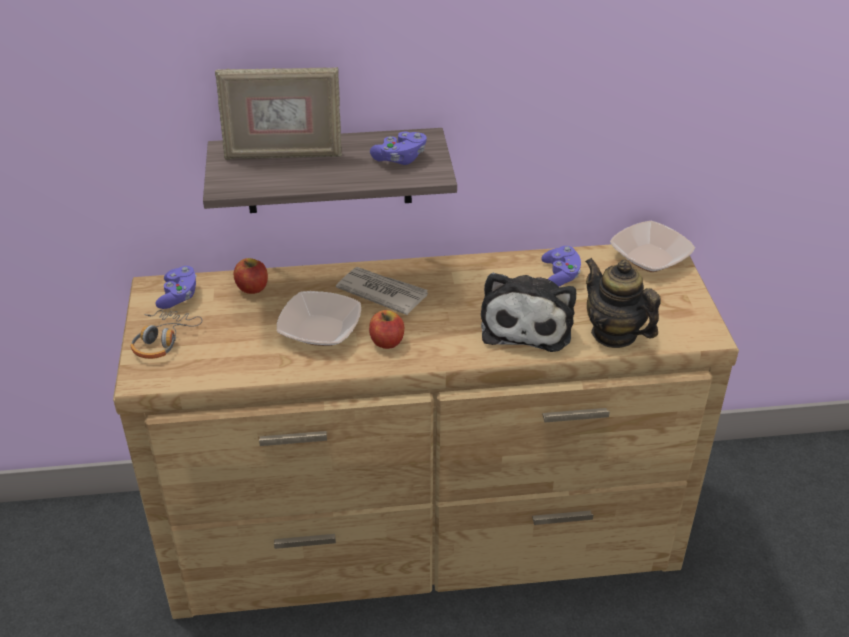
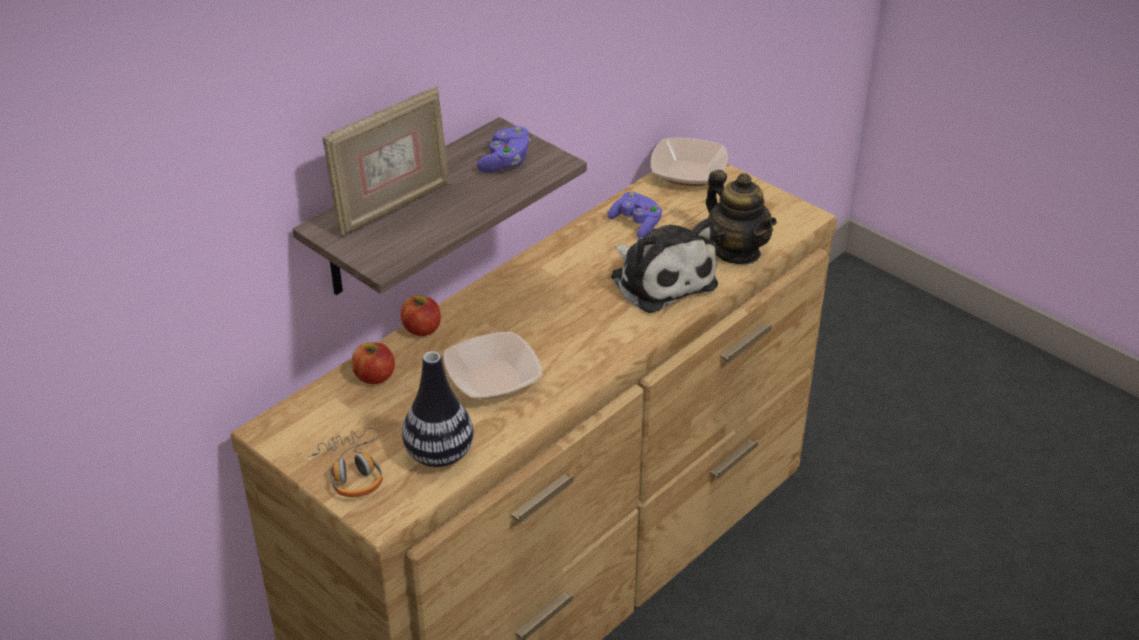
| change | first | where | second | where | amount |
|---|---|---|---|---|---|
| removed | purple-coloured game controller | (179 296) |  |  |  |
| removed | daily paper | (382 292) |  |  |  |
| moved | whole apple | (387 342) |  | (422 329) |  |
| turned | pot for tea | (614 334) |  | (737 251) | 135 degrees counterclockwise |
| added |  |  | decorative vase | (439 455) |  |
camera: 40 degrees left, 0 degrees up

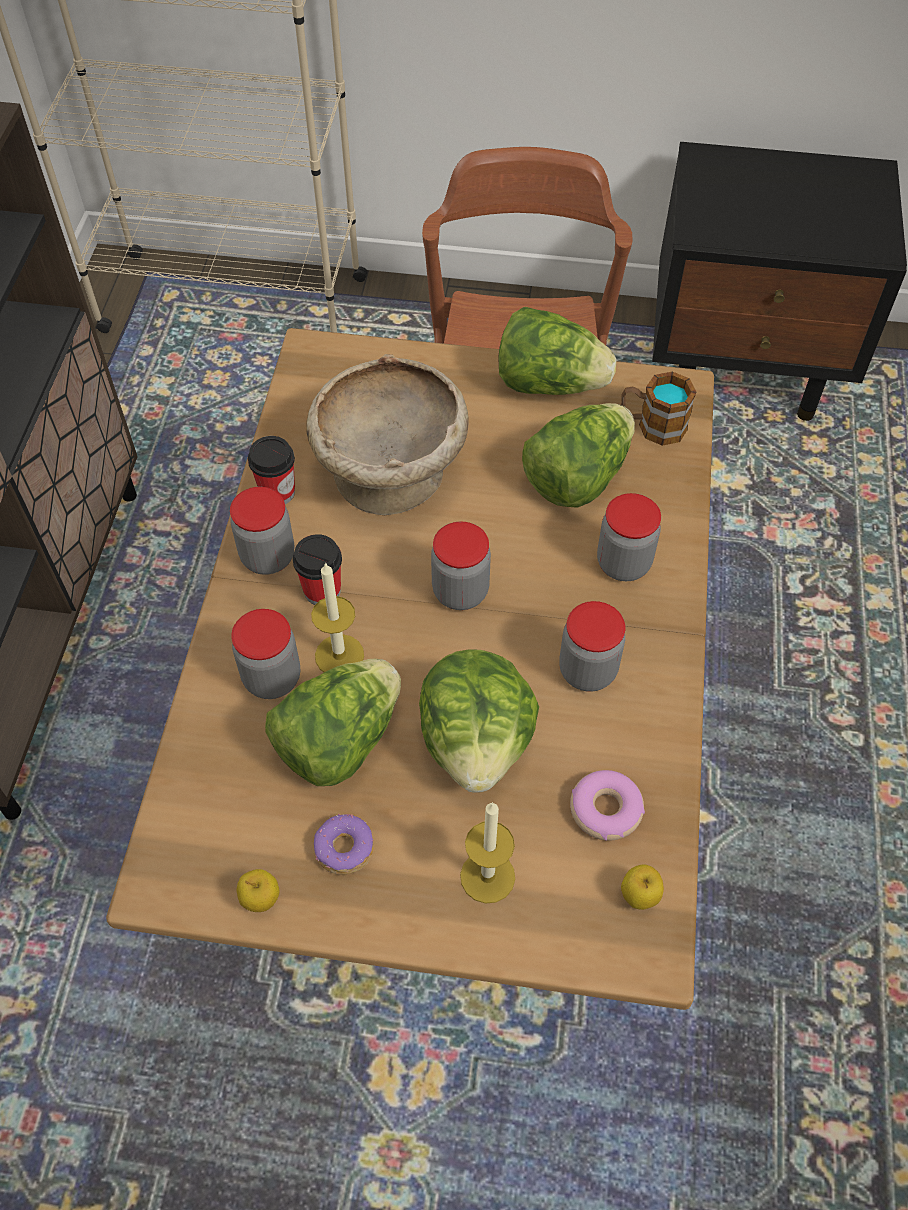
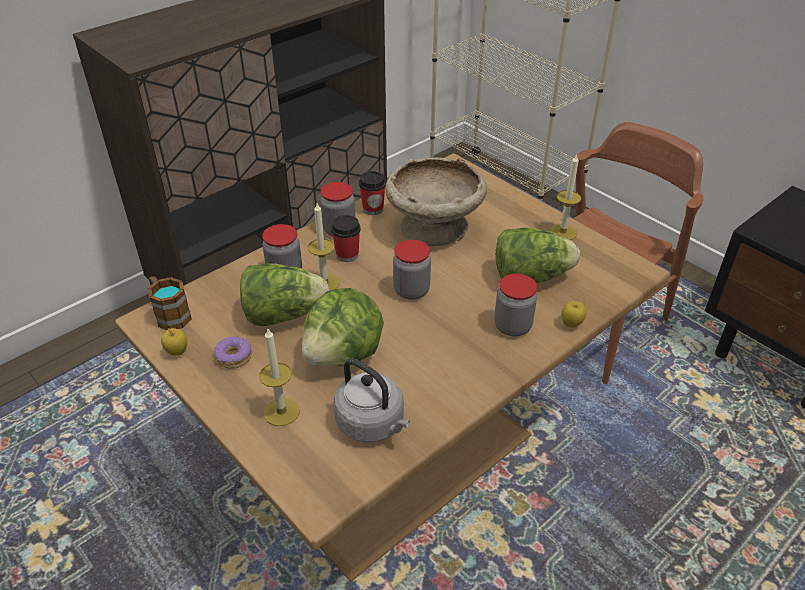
| change | first | where | second | where | amount |
|---|---|---|---|---|---|
| replaced | lettuce head | (550 383) | wax candle | (562 232) |  |
| removed | jar | (587 670) |  |  |  |
| replaced | ring doughnut | (605 810) | gray tea kettle | (373 424) |  |
| moved | coffee mug | (652 426) |  | (170 314) |  |
| moved | whole apple | (639 896) |  | (571 324) |  |
camera: 40 degrees right, 15 degrees down

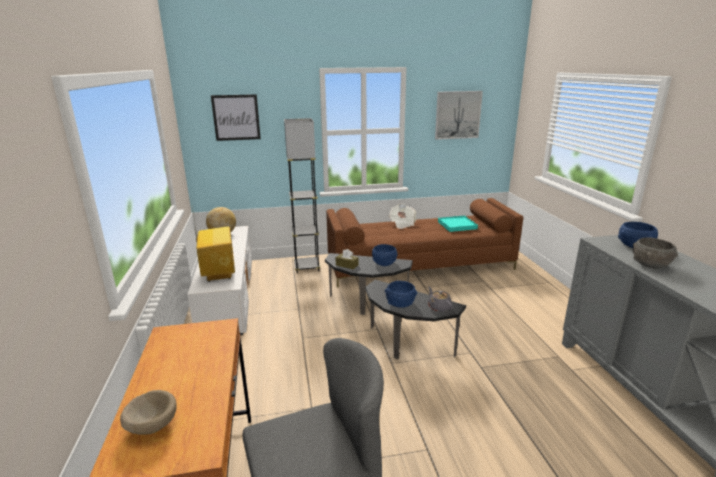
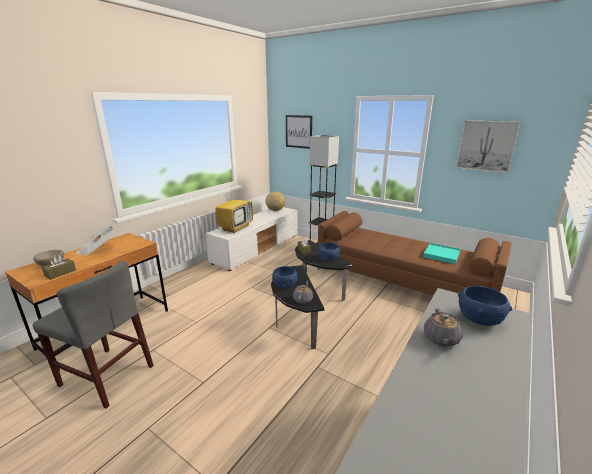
| change | first | where | second | where | amount |
|---|---|---|---|---|---|
| moved | daily paper | (402 223) |  | (97 250) |  |
| replaced | gray serving bowl | (650 265) | gray pot for tea | (441 339) |  |
| added |  |  | brownish tissue holder | (60 273) |  |
camera: 45 degrees right, 0 degrees up

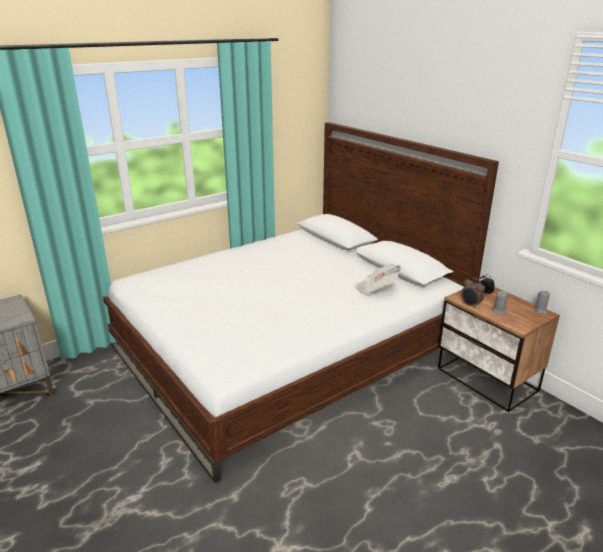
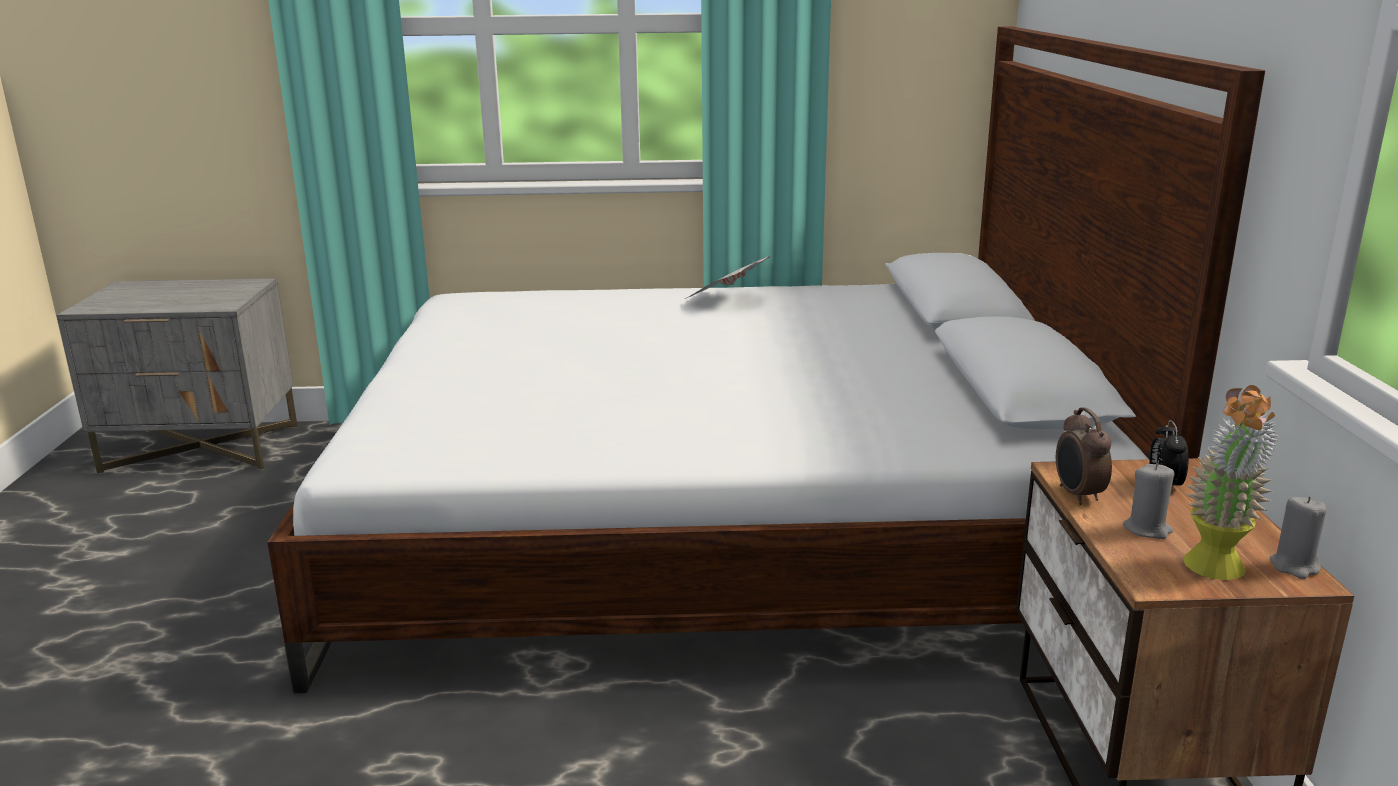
| change | first | where | second | where | amount |
|---|---|---|---|---|---|
| moved | daily paper | (376 289) |  | (726 301) |  |
| added |  |  | houseplant | (1215 573) |  |
camera: 35 degrees right, 5 degrees down

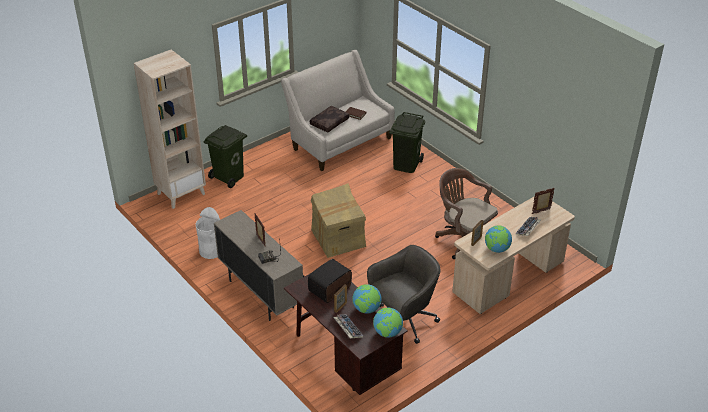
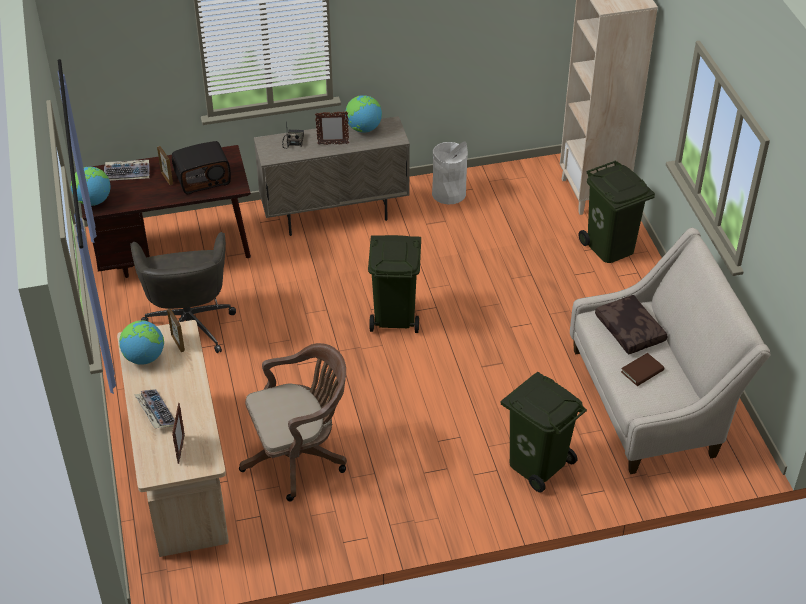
| change | first | where | second | where | amount |
|---|---|---|---|---|---|
| turned | radio receiver | (330 289) |  | (203 179) | 90 degrees clockwise |
| replaced | cardboard box | (338 238) | green rubbish bin | (396 317) |  |
| moved | desk globe | (366 309) |  | (363 129) |  |
camera: 115 degrees right, 5 degrees up

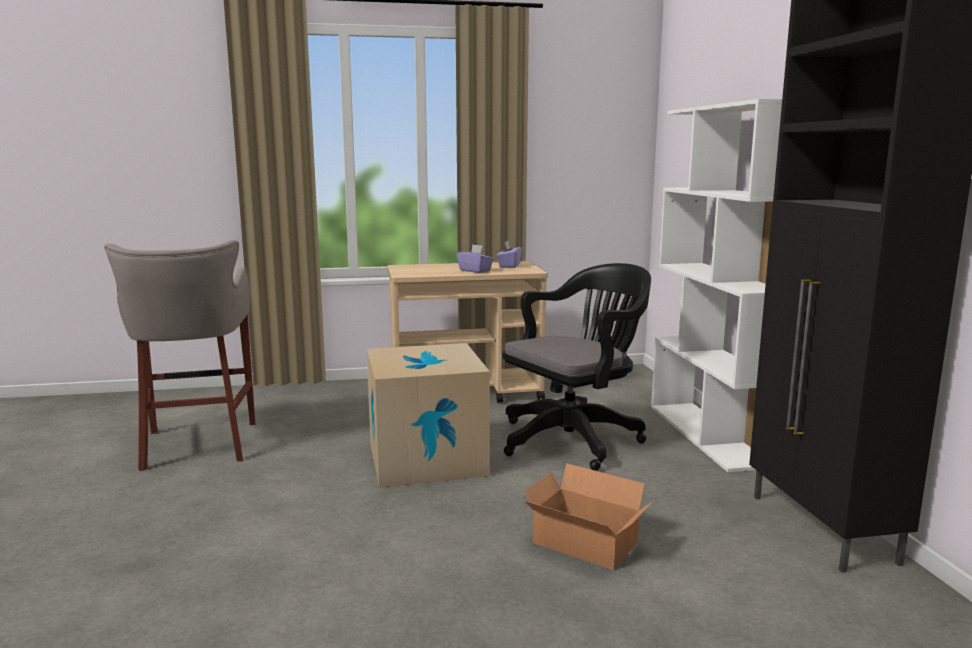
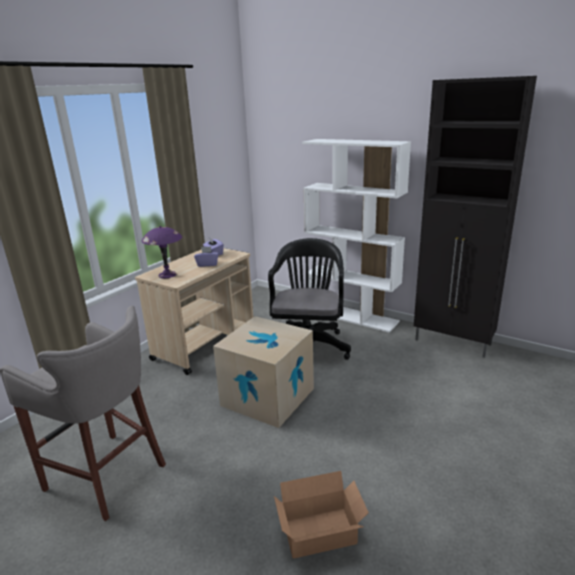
| change | first | where | second | where | amount |
|---|---|---|---|---|---|
| moved | cardboard box | (585 545) |  | (321 534) |  |
| added |  |  | purple-coloured lamp for a table | (167 274) |  |
camera: 45 degrees left, 10 degrees up

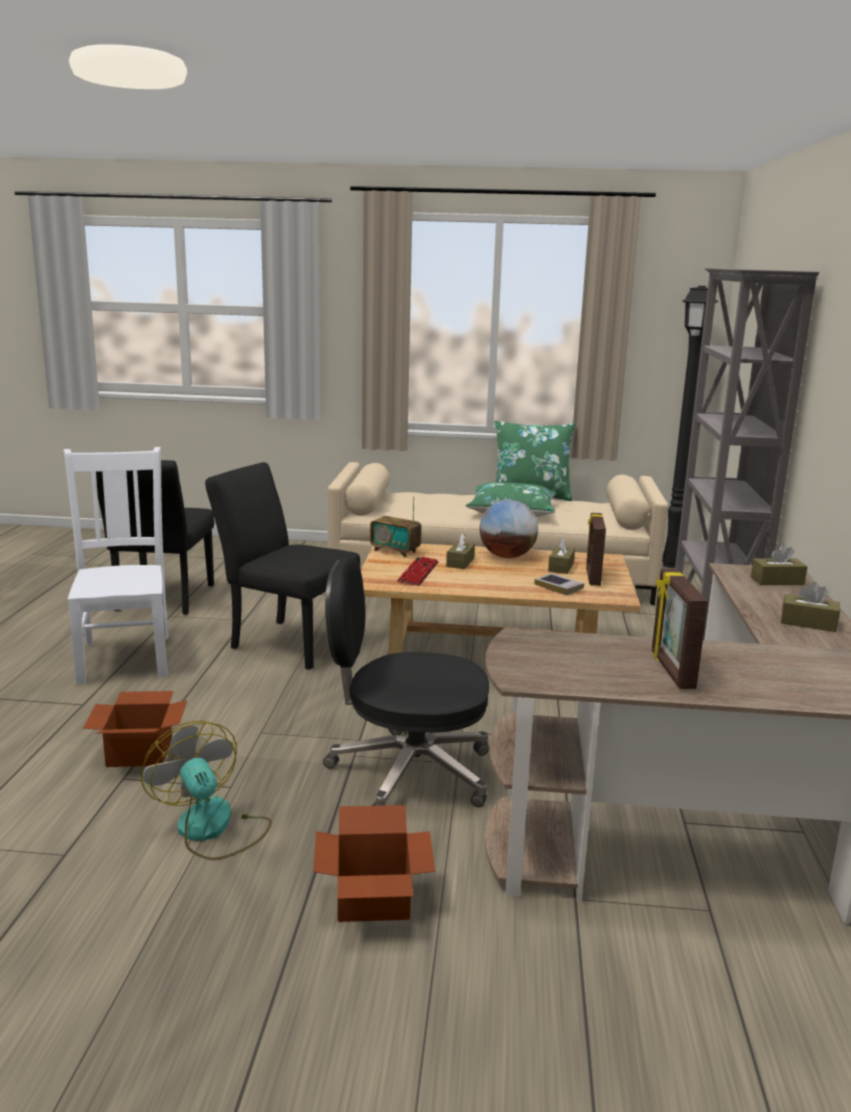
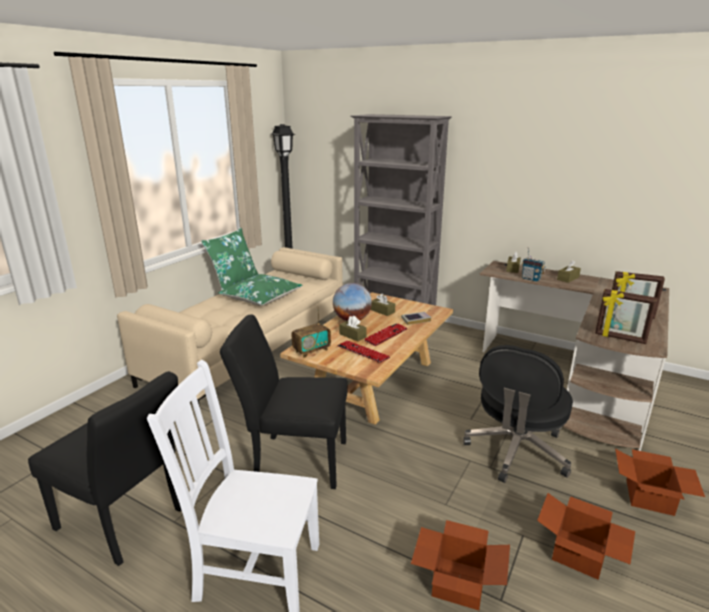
| change | first | where | second | where | amount |
|---|---|---|---|---|---|
| replaced | electric fan | (212 829) | cardboard box | (580 555) |  |
| turned | blackish upright chair | (286 642) |  | (293 460) | 45 degrees clockwise |
| moved | photo frame | (592 577) |  | (620 338) |  |
| added |  |  | PC keyboard | (386 335) |  |
| added |  |  | radio receiver | (531 279) |  |
camera: 65 degrees left, 5 degrees up

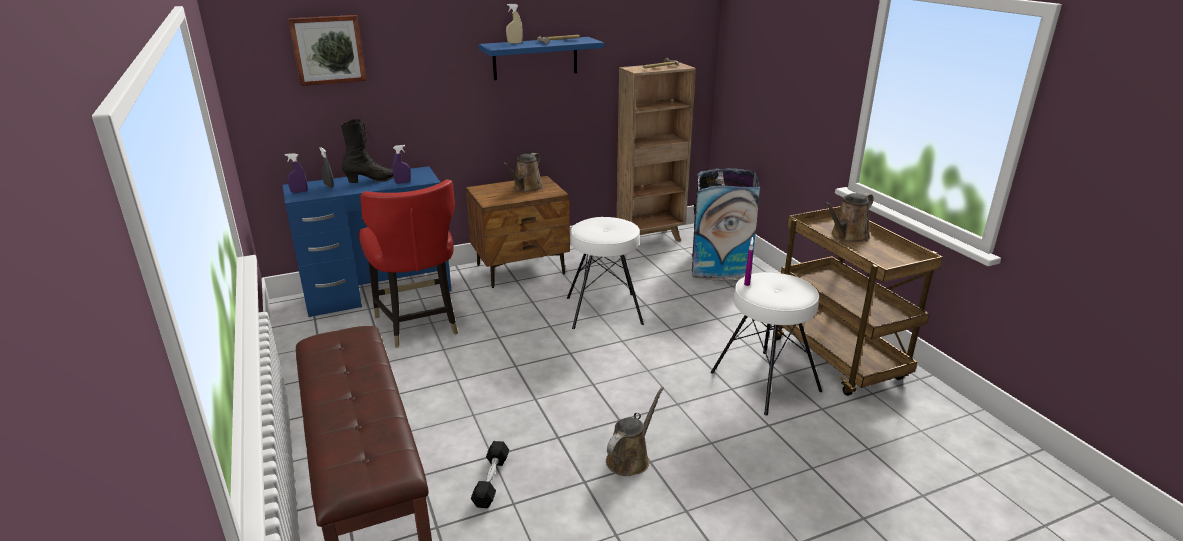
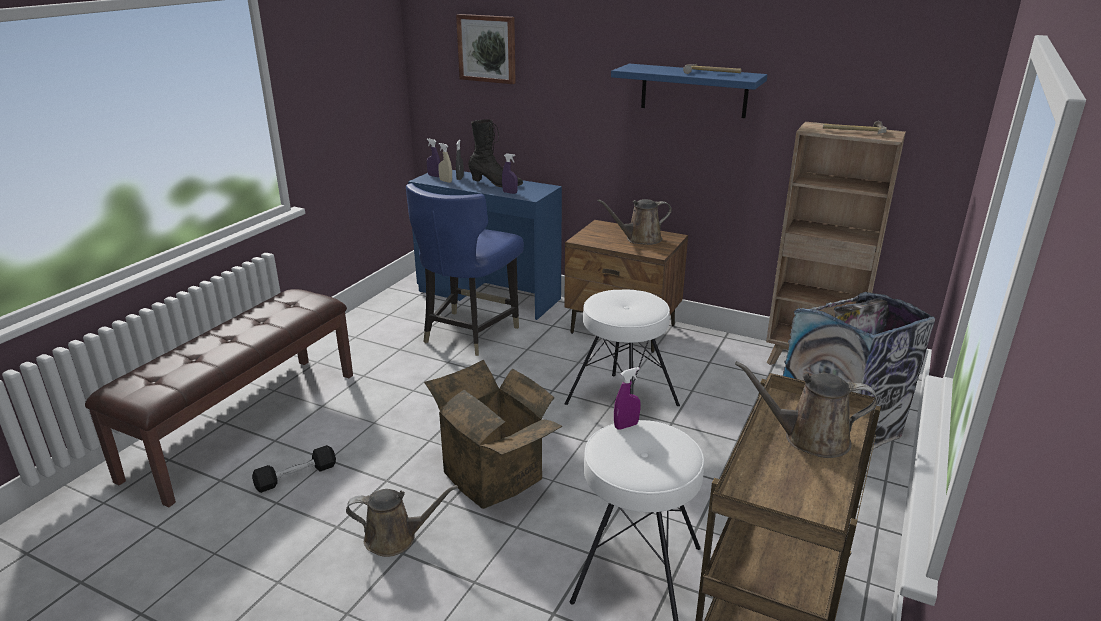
| change | first | where | second | where | amount |
|---|---|---|---|---|---|
| recoloured | red-coloured upright chair | (419 324) | blue-coloured upright chair | (468 333) |  |
| moved | sand-coloured spray bottle | (515 43) |  | (445 181) |  |
| added |  |  | cardboard box | (497 475) |  |
camera: 50 degrees right, 0 degrees up

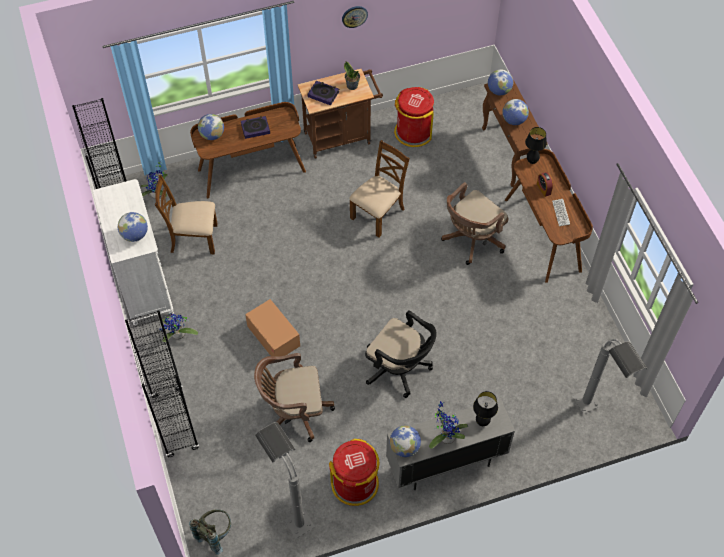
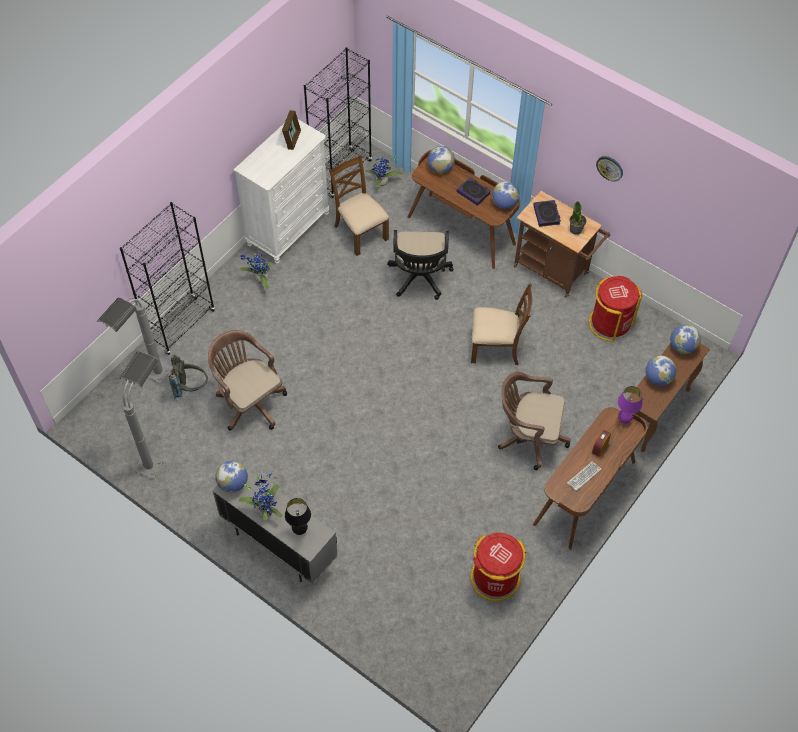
| change | first | where | second | where | amount |
|---|---|---|---|---|---|
| moved | desk globe | (135 235) |  | (504 204) |  |
| moved | gray rucksack | (215 534) |  | (191 388) |  |
| removed | cardboard box | (273 336) |  |  |  |
| moved | red-coloured rubbish bin | (355 484) |  | (495 578) |  |
| moved | blackish desk chair | (400 369) |  | (419 279) |  |
| recoloured | blackish lamp for a table | (532 161) | purple-coloured lamp for a table | (624 420) |  |
| moved | gray floor lamp | (594 414) |  | (149 383) |  |
| added |  |  | photo frame | (292 139) |  |
camera: 55 degrees right, 0 degrees up

